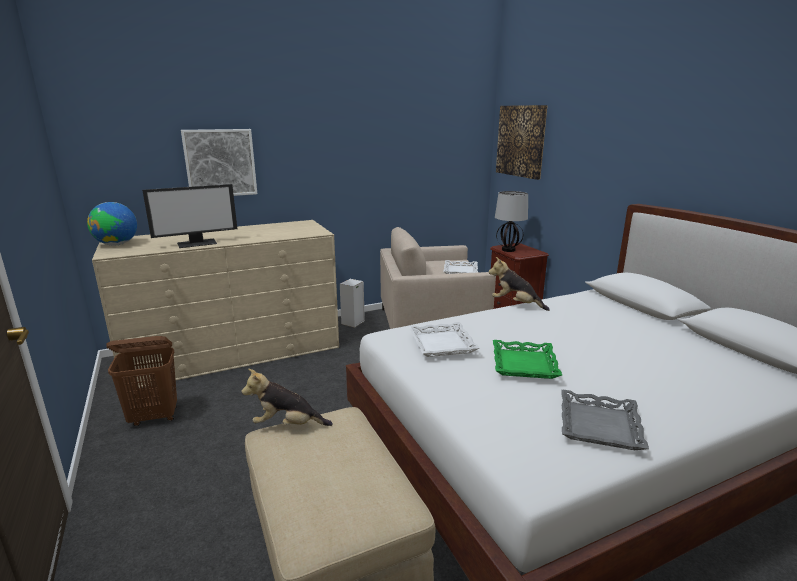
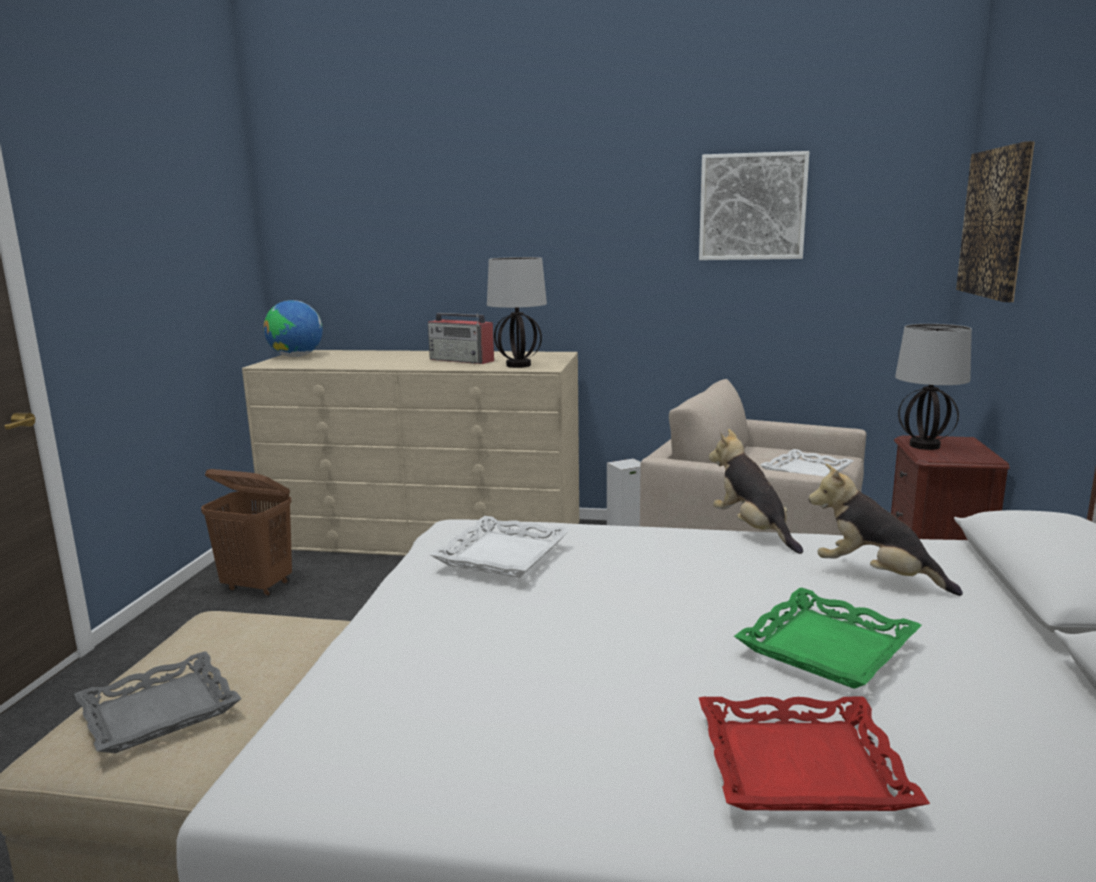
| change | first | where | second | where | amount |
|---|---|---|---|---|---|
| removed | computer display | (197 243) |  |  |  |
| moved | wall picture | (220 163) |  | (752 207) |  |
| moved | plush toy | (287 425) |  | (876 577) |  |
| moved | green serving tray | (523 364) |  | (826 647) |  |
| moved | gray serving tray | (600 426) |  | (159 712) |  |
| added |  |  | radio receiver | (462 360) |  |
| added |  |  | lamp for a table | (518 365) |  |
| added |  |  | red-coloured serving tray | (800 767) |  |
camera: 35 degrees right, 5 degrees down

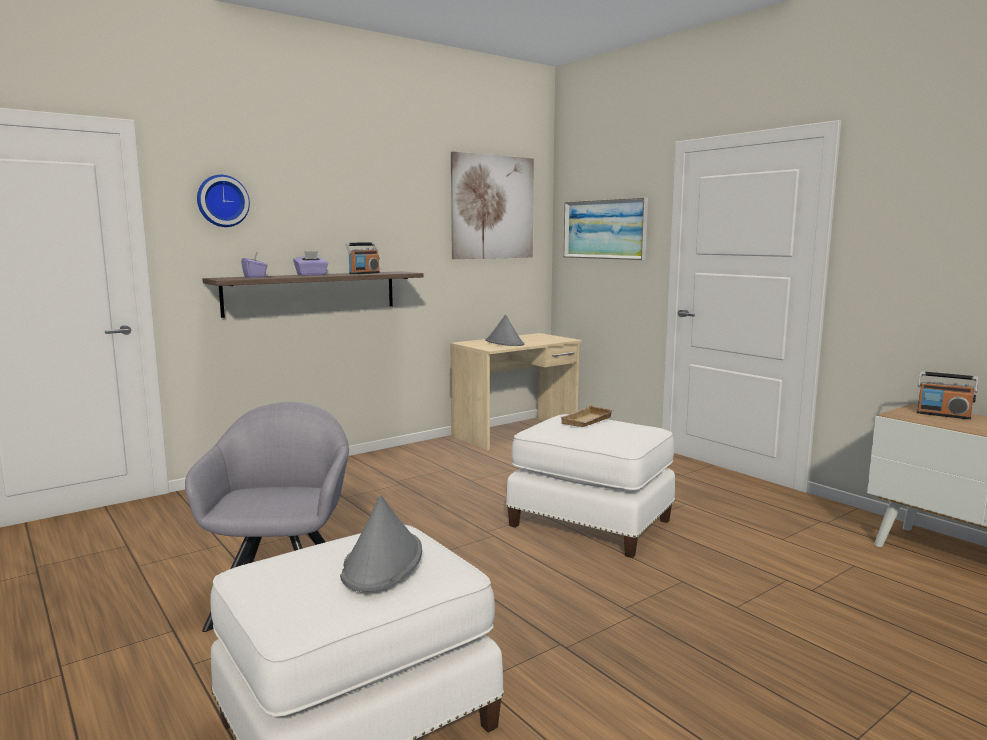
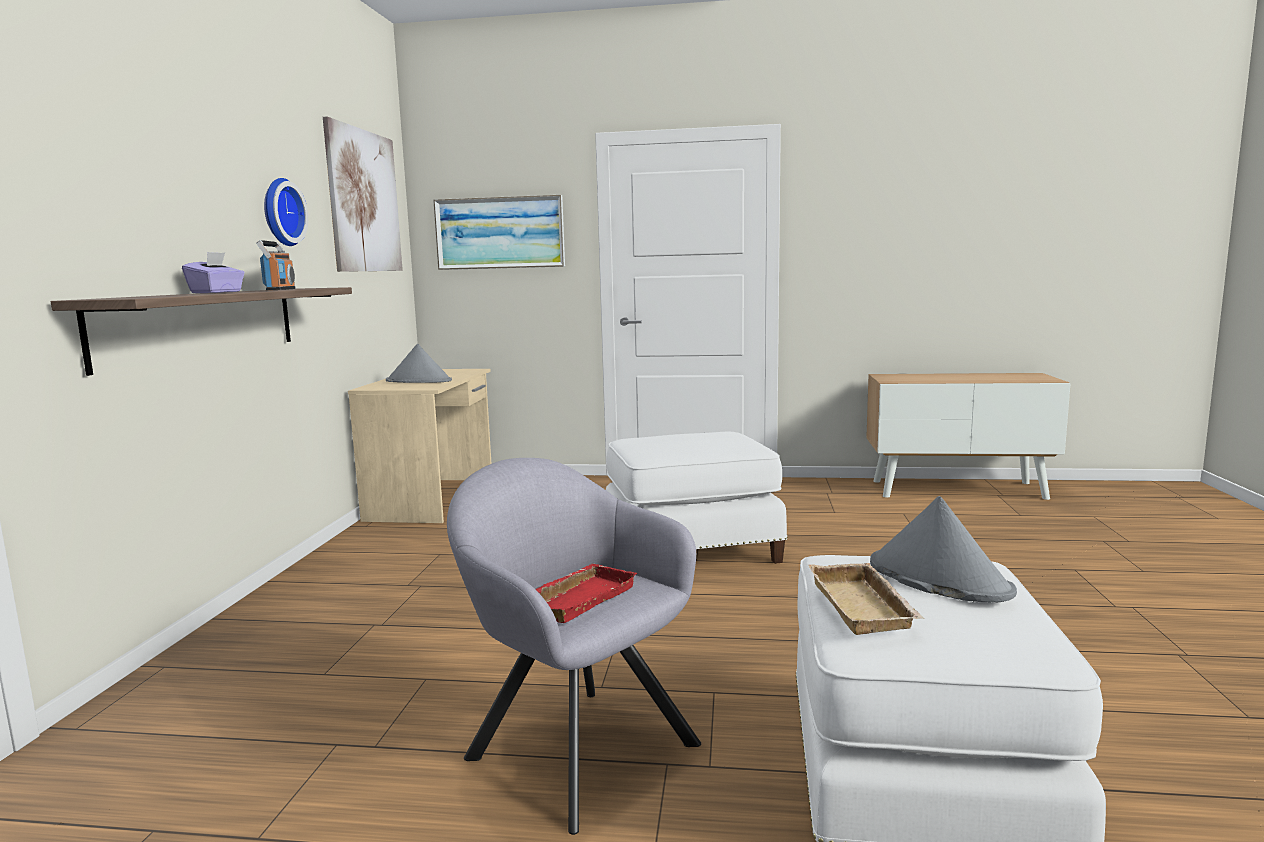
| change | first | where | second | where | amount |
|---|---|---|---|---|---|
| moved | clock on the wall | (222 201) |  | (280 212) |  |
| removed | purple-coloured tissue holder | (255 277) |  |  |  |
| moved | sand-coloured serving tray | (588 421) |  | (865 607) |  |
| removed | radio receiver | (943 415) |  |  |  |
| added |  |  | red-coloured serving tray | (578 598) |  |
camera: 45 degrees left, 0 degrees up

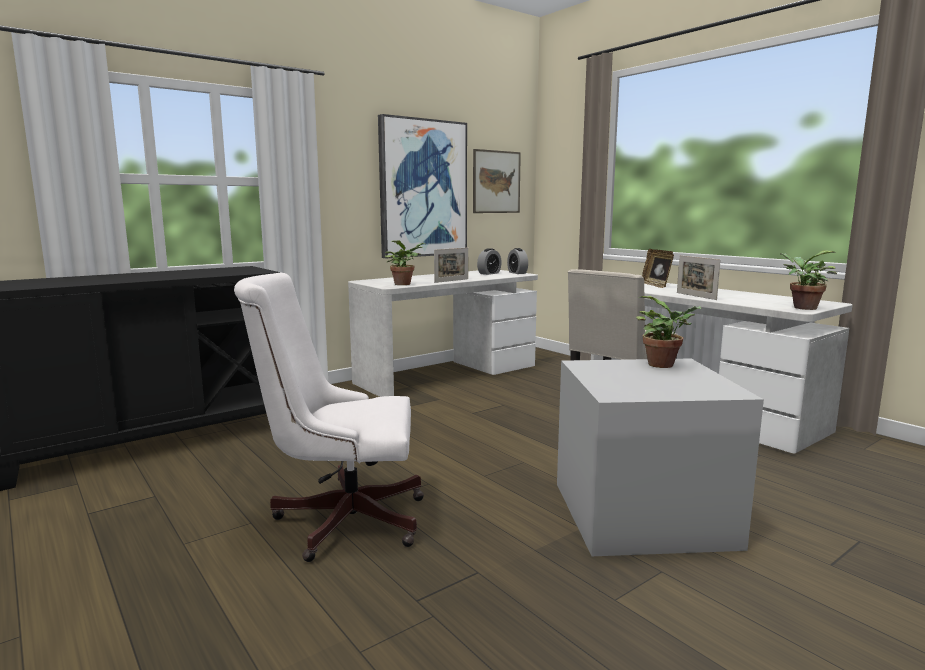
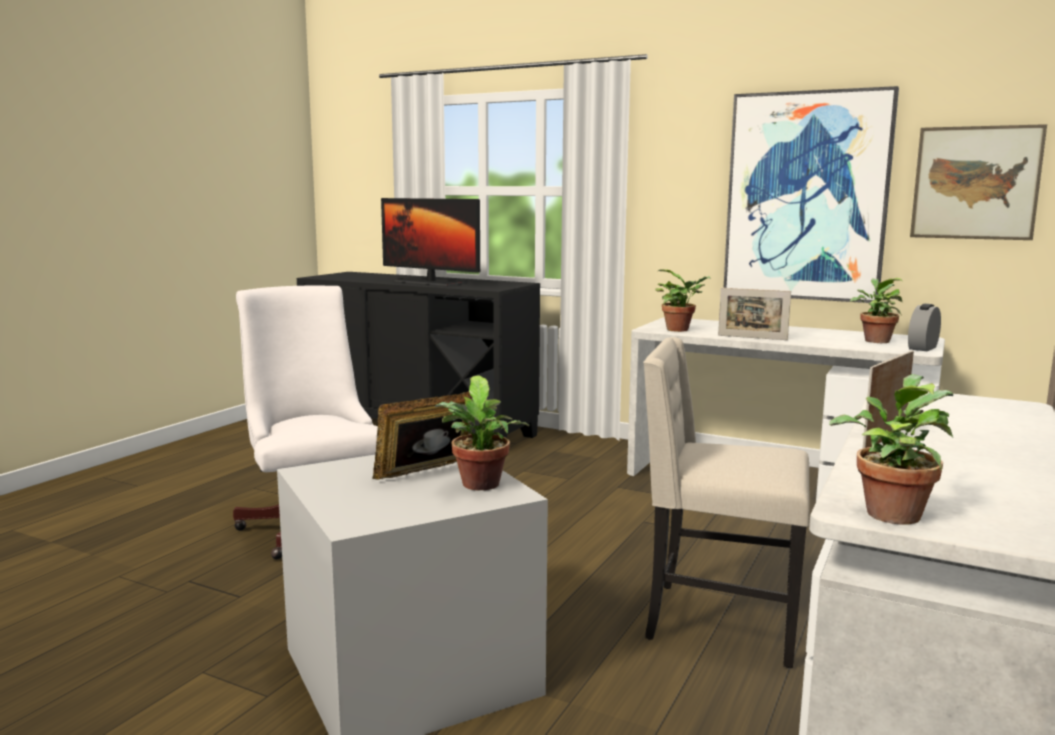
| change | first | where | second | where | amount |
|---|---|---|---|---|---|
| replaced | bedside clock | (489 273) | houseplant | (875 340) |  |
| moved | photo frame | (656 285) |  | (426 474) |  |
| added |  |  | computer display | (430 282) |  |
camera: 65 degrees right, 0 degrees up

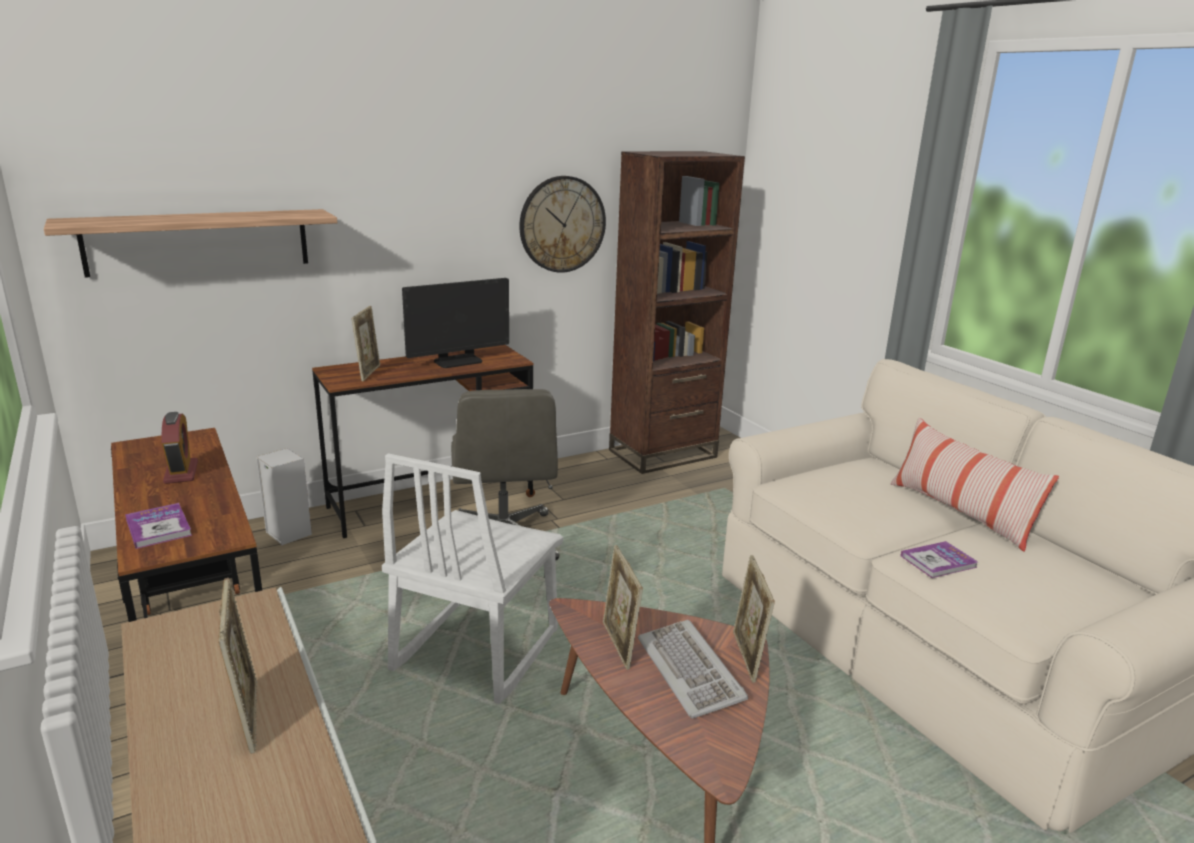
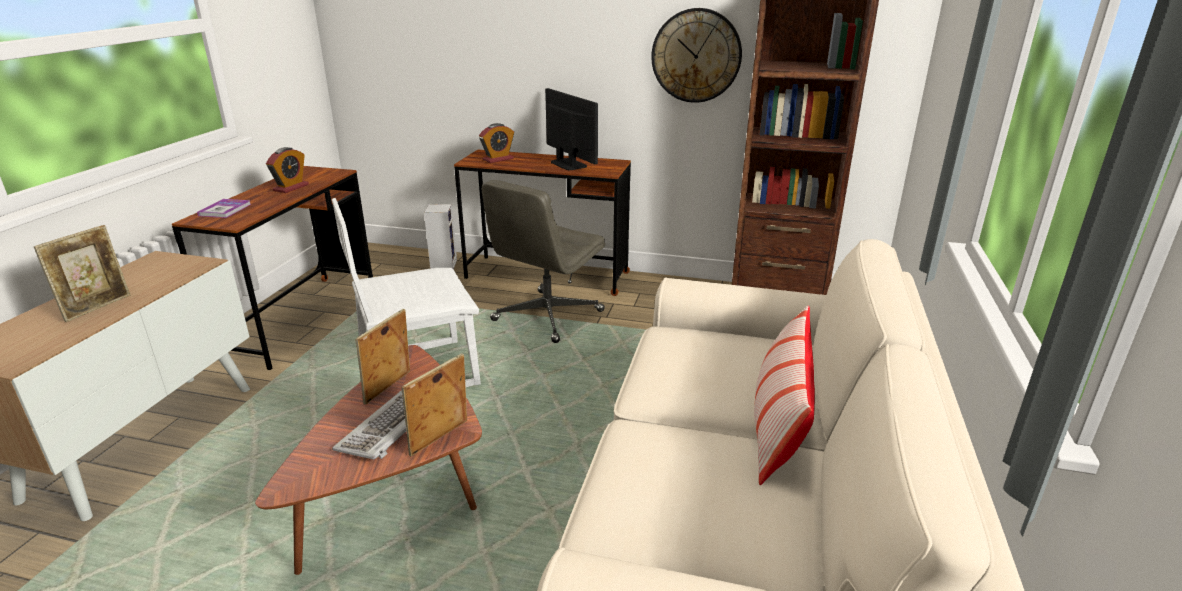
| change | first | where | second | where | amount |
|---|---|---|---|---|---|
| removed | shelf | (198 241) |  |  |  |
| replaced | photo frame | (368 373) | bedside clock | (498 159) |  |
| turned | computer display | (458 361) |  | (568 164) | 135 degrees counterclockwise |
| removed | bound book | (938 561) |  |  |  |
camera: 45 degrees right, 5 degrees up

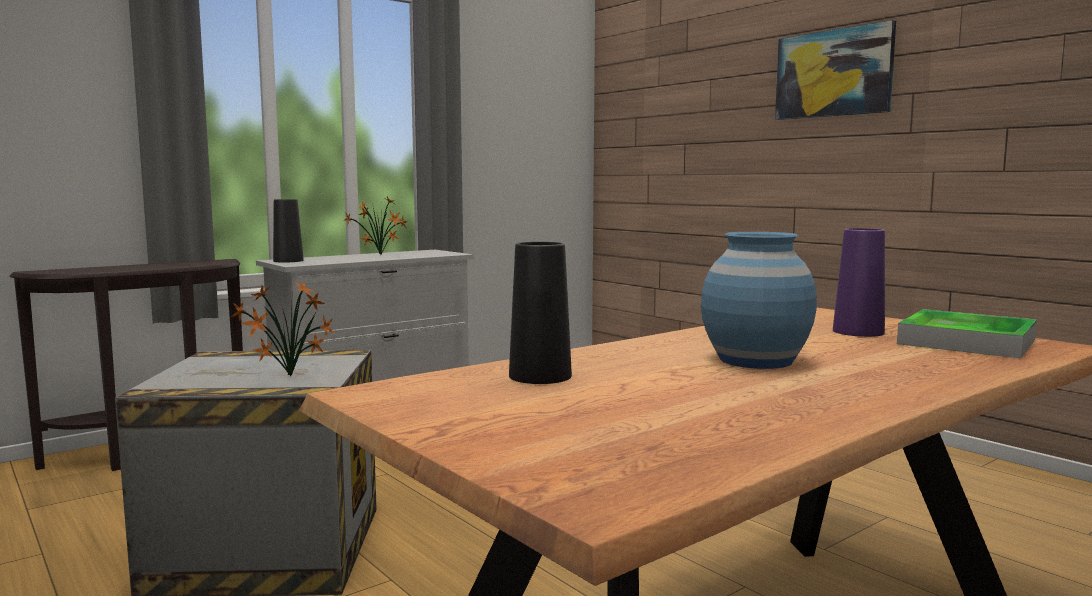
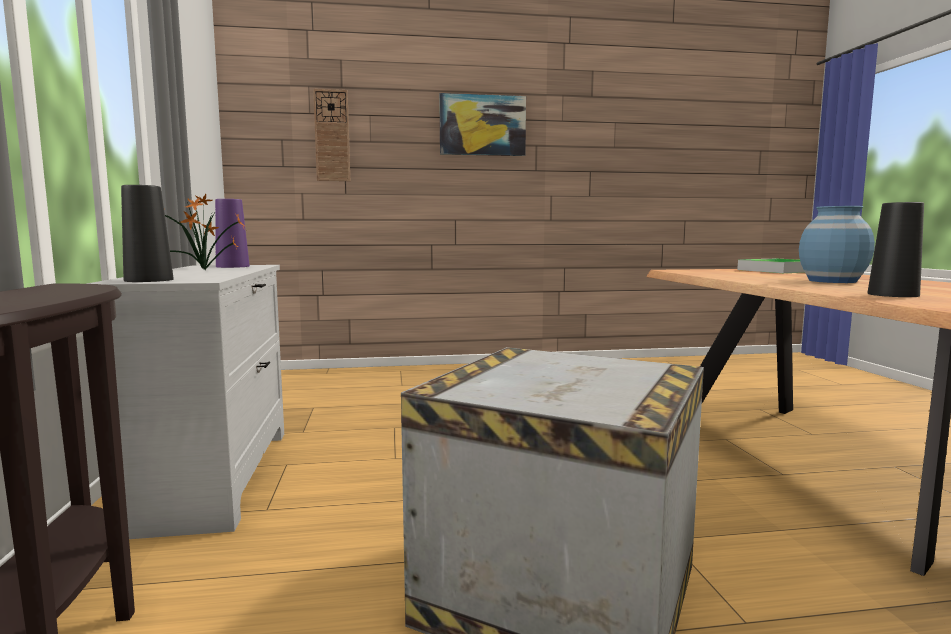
| change | first | where | second | where | amount |
|---|---|---|---|---|---|
| removed | houseplant | (288 377) |  |  |  |
| moved | purple-coloured decorative vase | (858 332) |  | (232 266) |  |
| added |  |  | clock on the wall | (332 136) |  |
camera: 60 degrees left, 0 degrees up

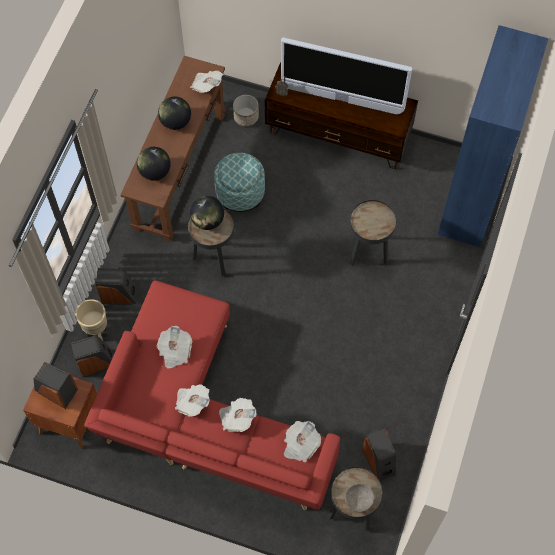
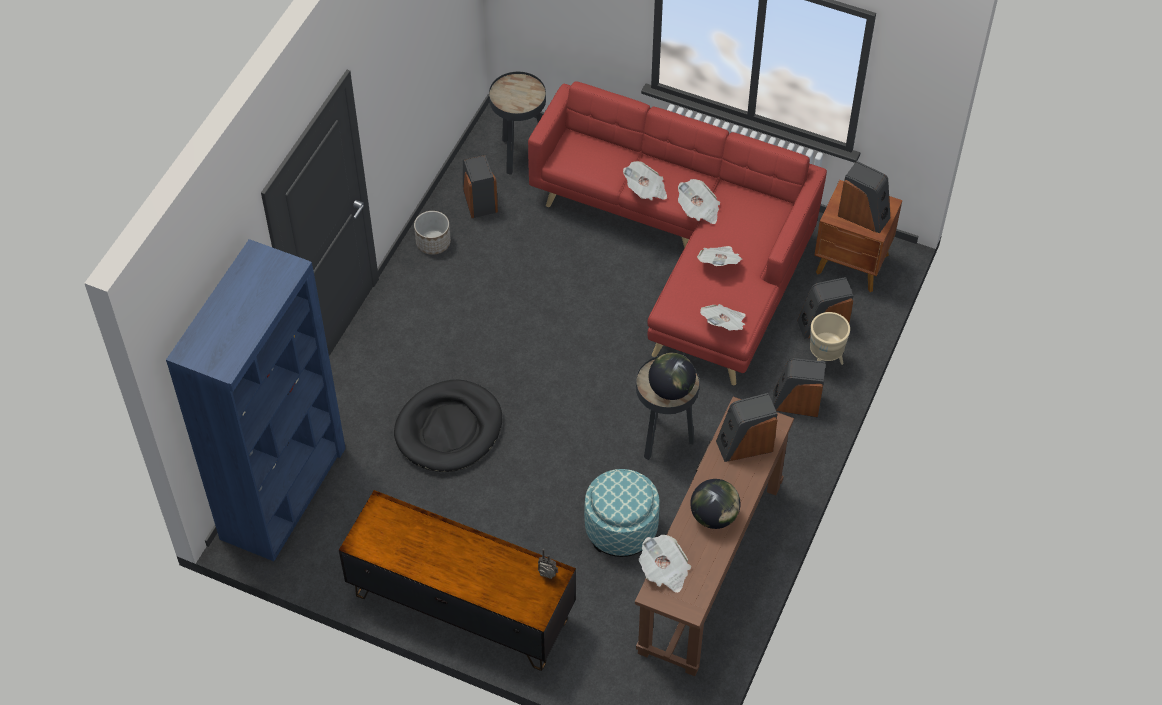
| change | first | where | second | where | amount |
|---|---|---|---|---|---|
| replaced | desk globe | (155 172) | audio speaker | (744 445) |  |
| moved | flower pot | (246 117) |  | (433 243) |  |
| removed | TV | (342 100) |  |  |  |
| moved | daily paper | (300 445) |  | (724 324) |  |
| removed | gray serving bowl | (359 499) |  |  |  |
| replaced | blackish end table | (367 254) | blackish pet bed | (449 429) |  |
camera: 175 degrees left, 10 degrees down

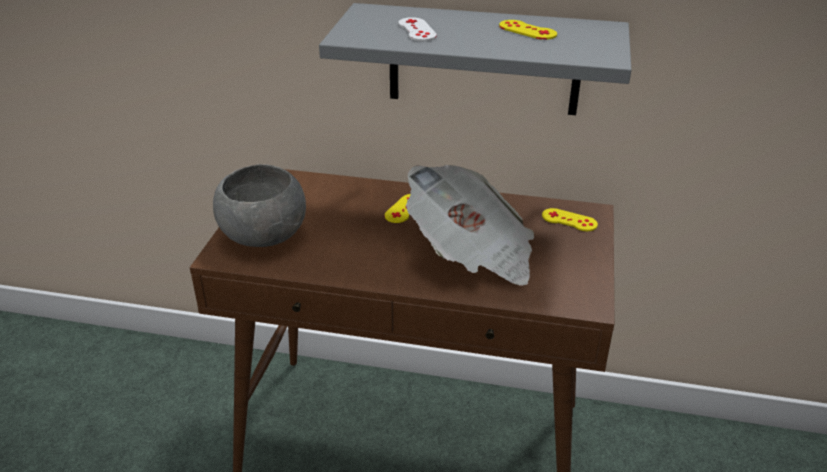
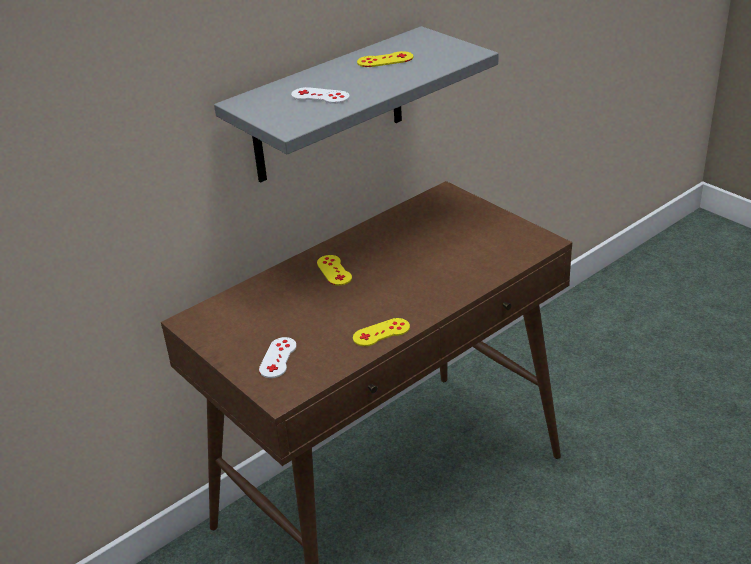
| change | first | where | second | where | amount |
|---|---|---|---|---|---|
| replaced | gray serving bowl | (264 234) | white game controller | (278 358) |  |
| removed | daily paper | (472 253) |  |  |  |
| moved | yellow game controller | (569 220) |  | (381 332) |  |
camera: 50 degrees left, 0 degrees up

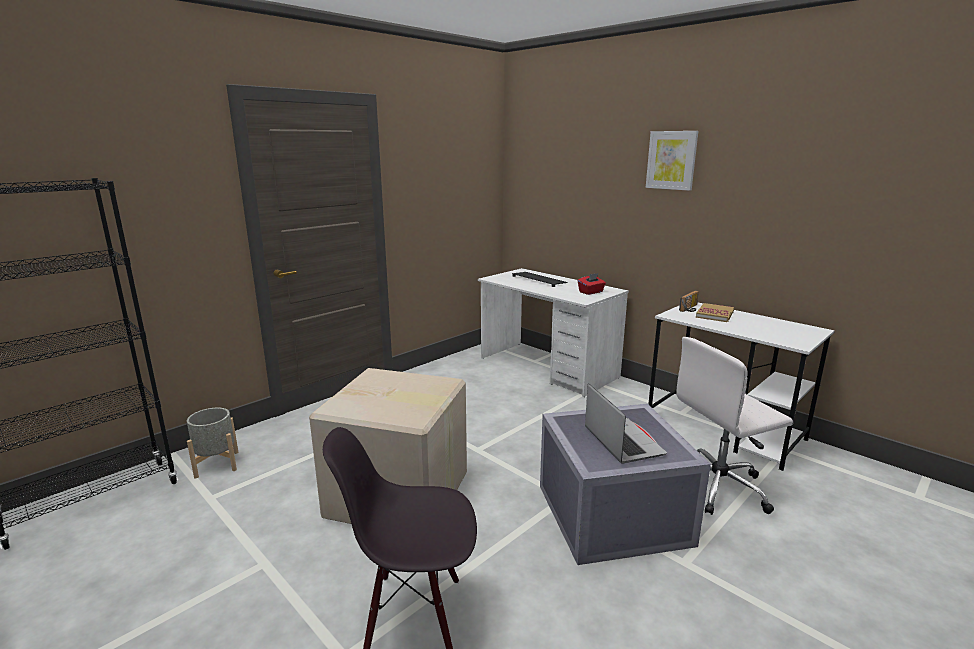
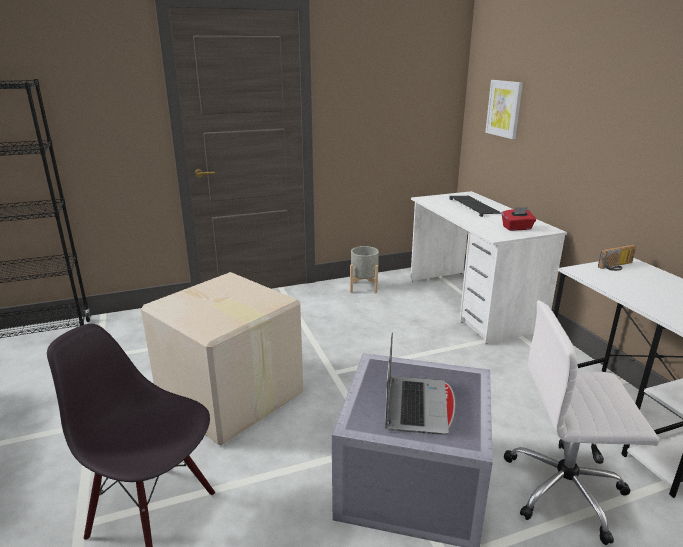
| change | first | where | second | where | amount |
|---|---|---|---|---|---|
| moved | gray flower pot | (216 464) |  | (363 287) |  |
| moved | wall picture | (671 160) |  | (504 108) |  |
| removed | bound book | (714 314) |  |  |  |
camera: 25 degrees right, 5 degrees up

